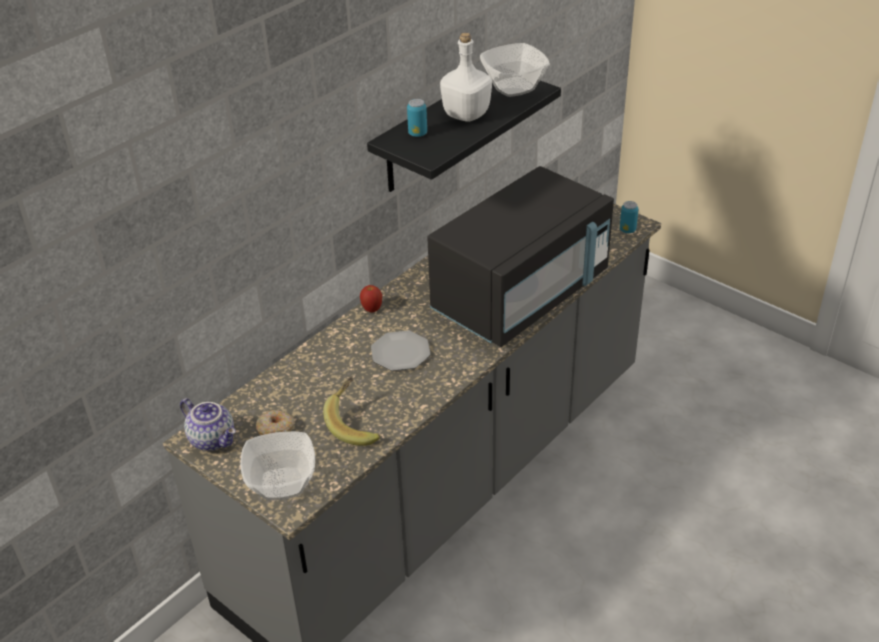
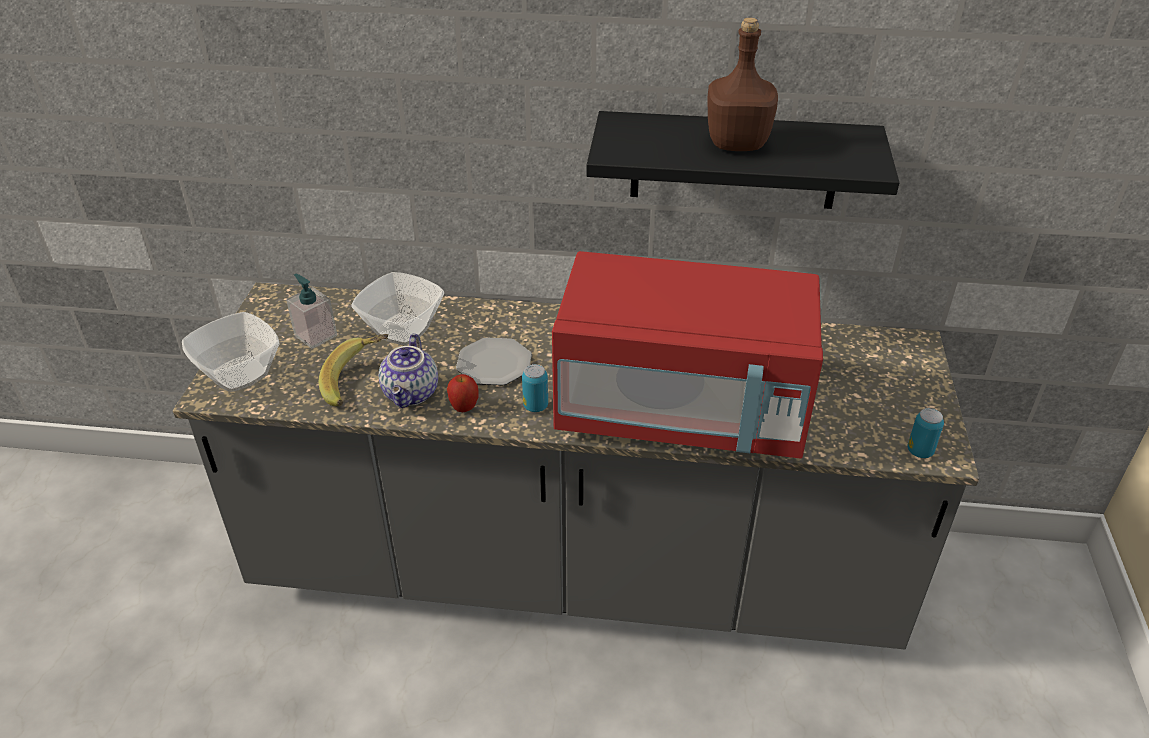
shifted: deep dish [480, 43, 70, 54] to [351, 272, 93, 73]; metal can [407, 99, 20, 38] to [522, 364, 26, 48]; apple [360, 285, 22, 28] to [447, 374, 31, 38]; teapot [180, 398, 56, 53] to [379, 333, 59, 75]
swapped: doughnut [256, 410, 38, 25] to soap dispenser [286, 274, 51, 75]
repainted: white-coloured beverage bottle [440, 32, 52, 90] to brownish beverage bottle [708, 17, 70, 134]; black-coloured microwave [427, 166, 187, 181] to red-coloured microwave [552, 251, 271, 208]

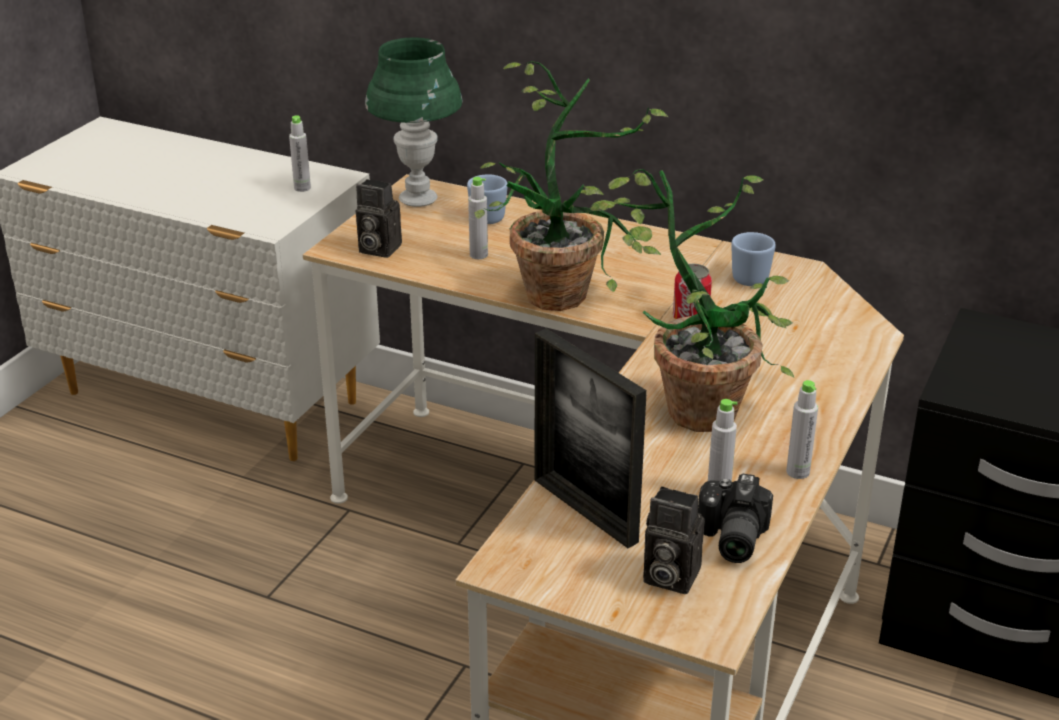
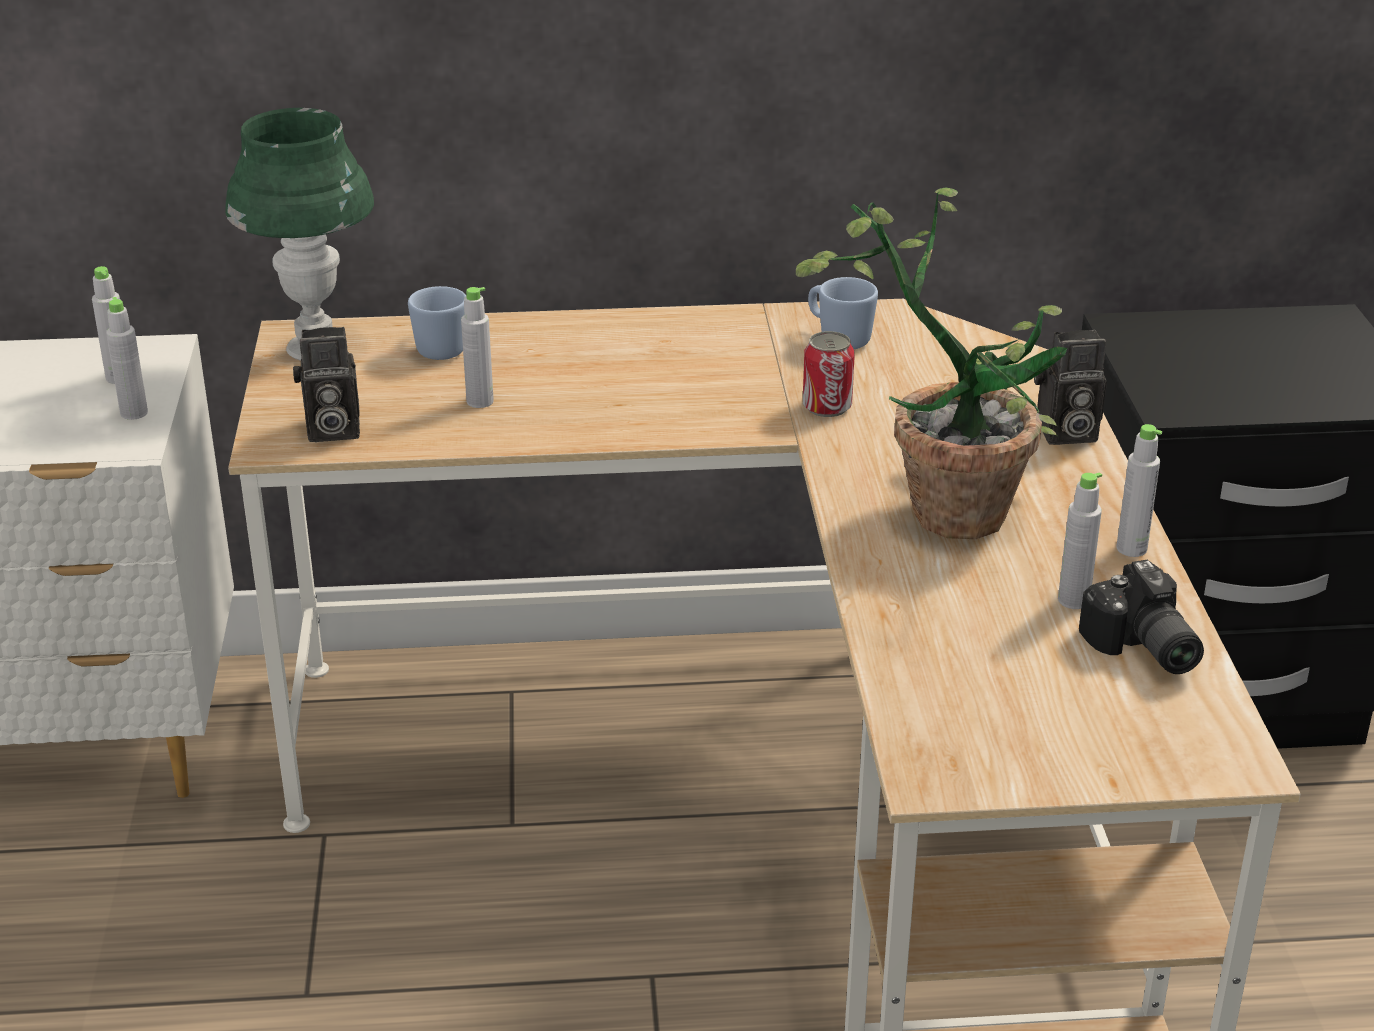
gone: potted plant [475, 61, 193, 250]; photo frame [534, 328, 113, 220]
new: greyish beverage bottle [106, 297, 42, 123]
shifted: still camera [643, 486, 62, 108] to [1034, 330, 73, 115]

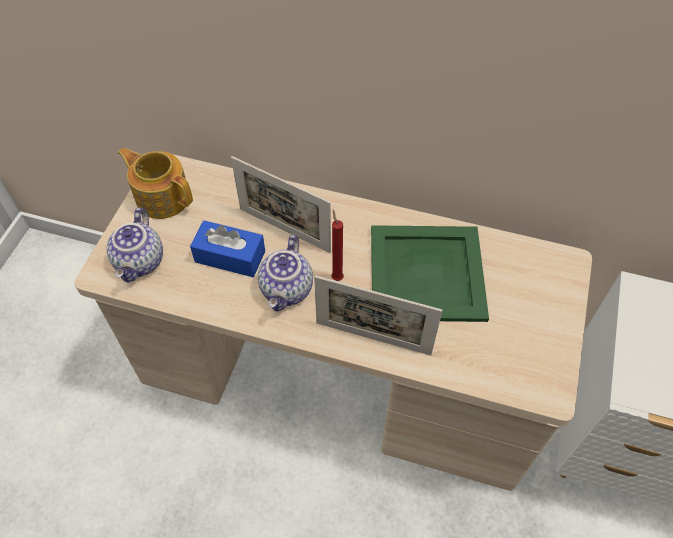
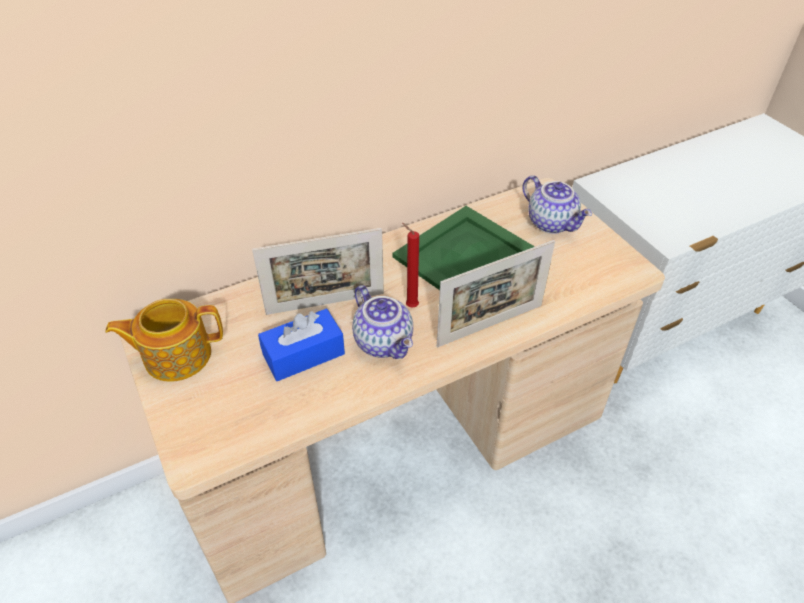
shifted: teapot [107, 207, 56, 76] to [522, 175, 70, 59]

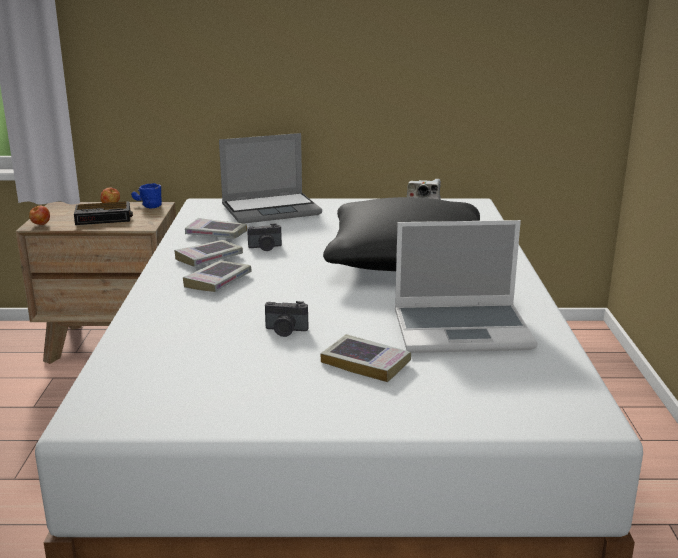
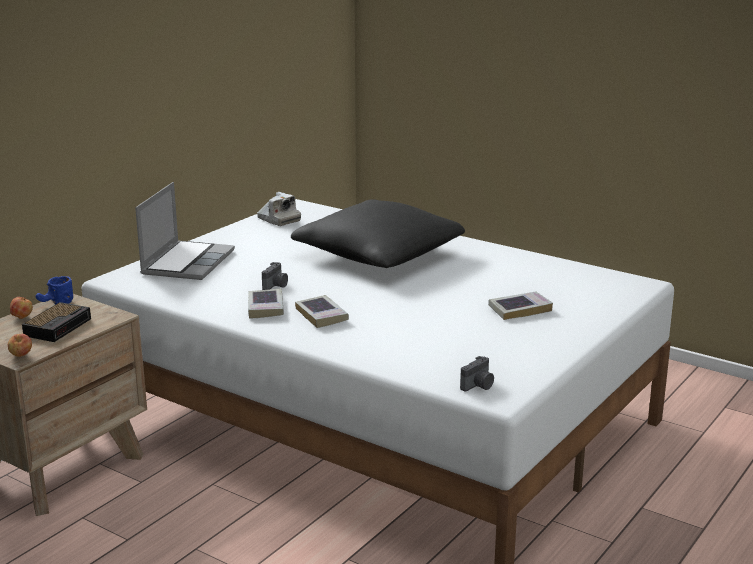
gone: bound book [185, 218, 62, 21]; portable computer [395, 220, 142, 133]
shifted: still camera [265, 301, 43, 36] to [460, 356, 34, 35]

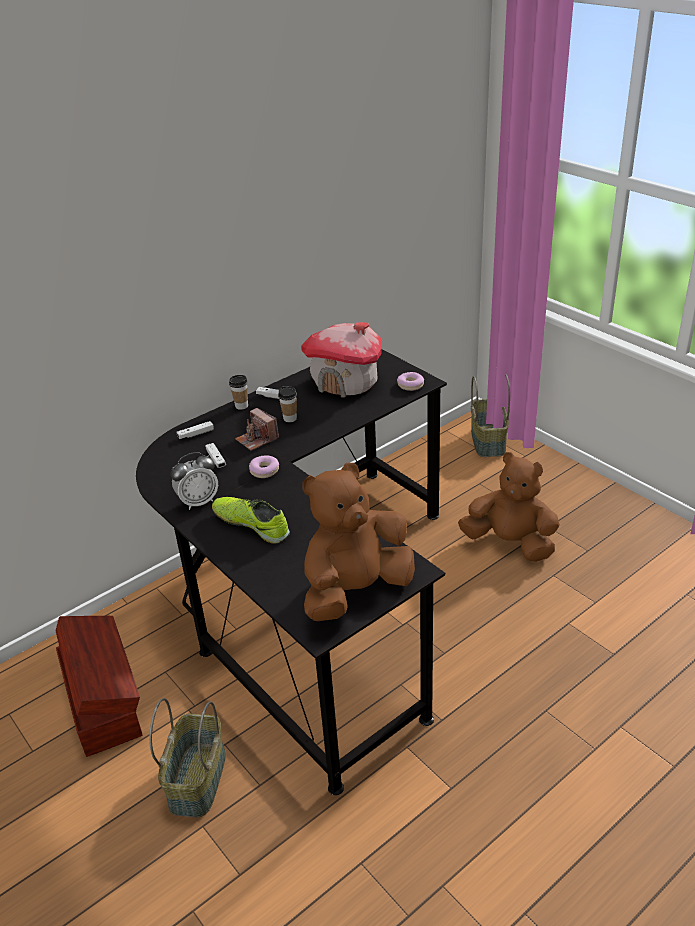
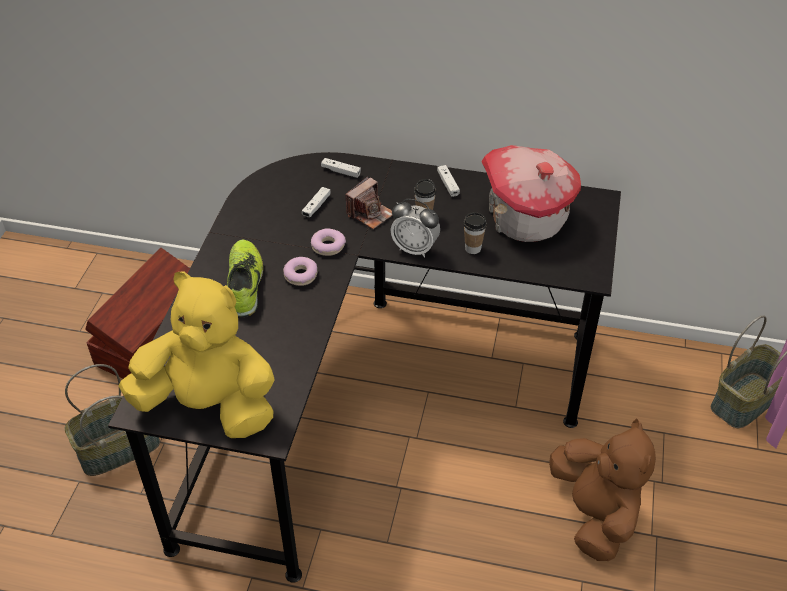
shifted: doughnut [397, 372, 27, 19] to [283, 257, 35, 29]; cup [229, 375, 19, 35] to [463, 212, 24, 42]; bedside clock [171, 452, 47, 58] to [391, 199, 49, 59]
repainted: brownish plush toy [303, 463, 112, 158] to yellowish plush toy [119, 271, 156, 167]
rotated: still camera [235, 408, 44, 43] = [345, 177, 48, 52] 150 degrees counterclockwise

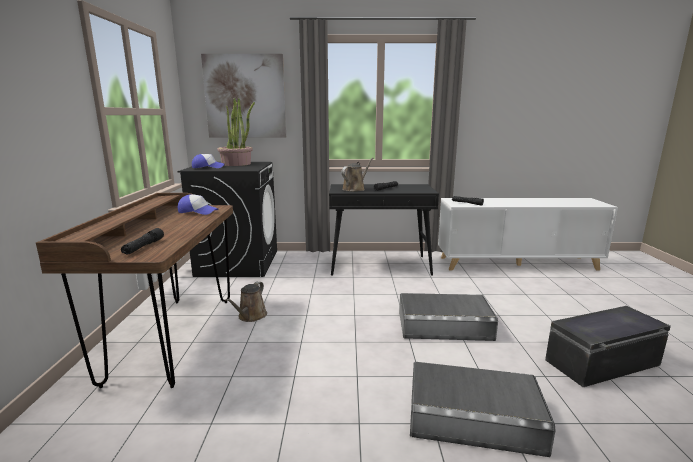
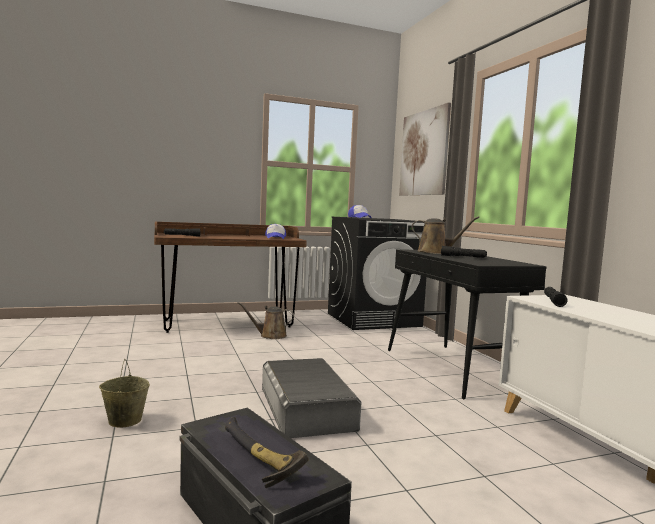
gone: potted plant [217, 98, 38, 68]
new: hammer [225, 417, 84, 71]
swapped: greyish storage box [410, 362, 146, 95] to beige water bucket [99, 359, 51, 69]

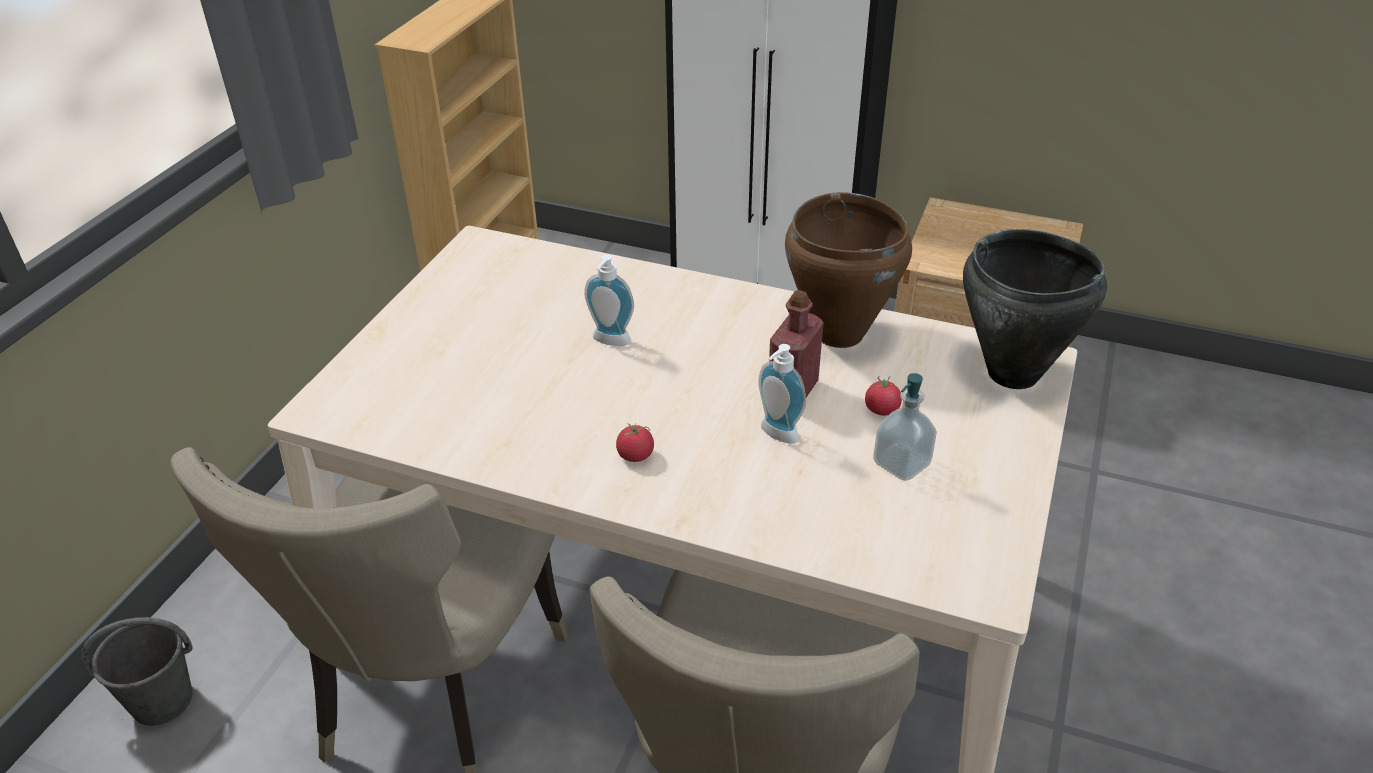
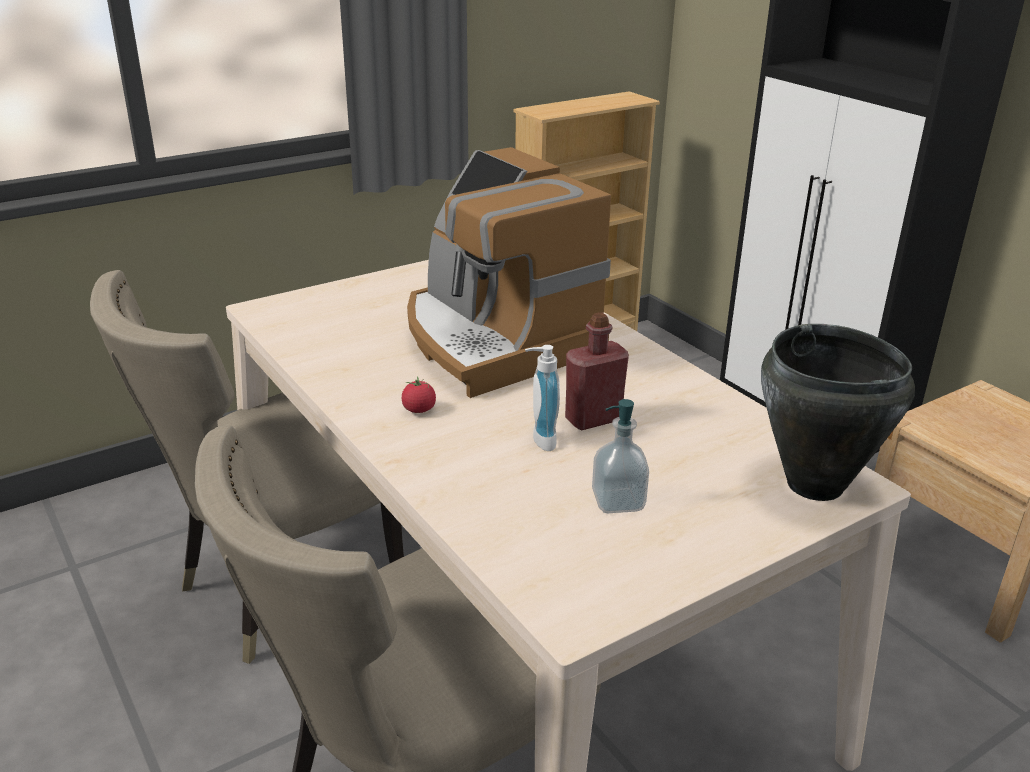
gone: brownish saucepot [785, 192, 127, 156]; whole tomato [865, 376, 37, 39]; greyish water bucket [81, 617, 112, 109]
swapped: soap dispenser [584, 255, 50, 91] to coffee brewer [407, 147, 204, 251]

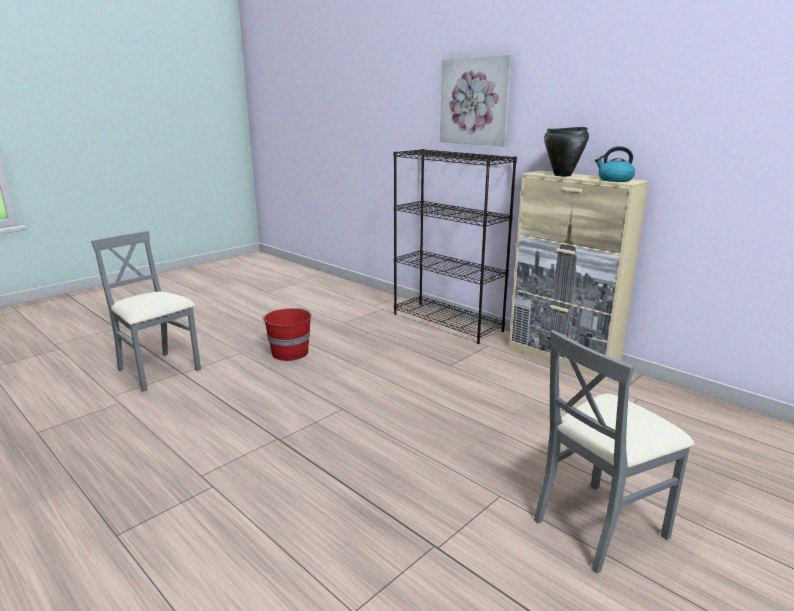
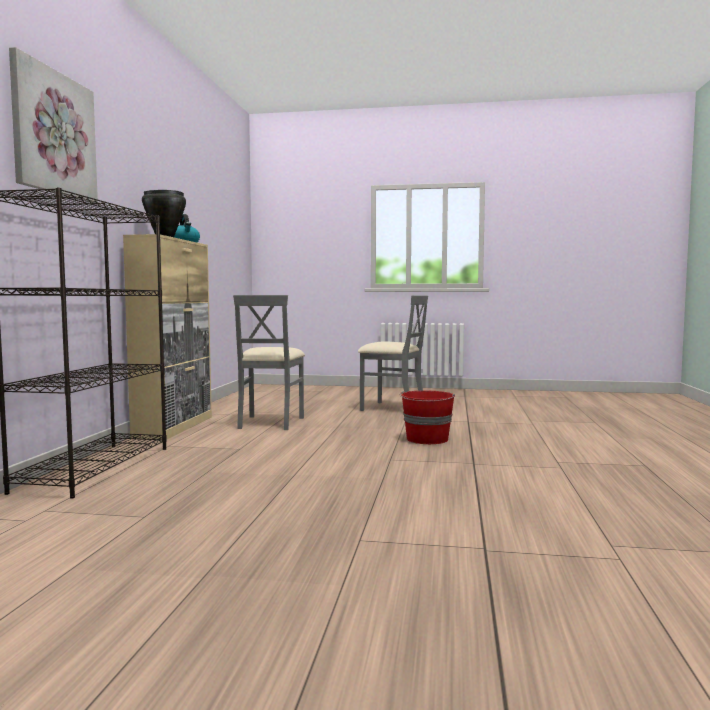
shifted: greyish chair [91, 231, 110, 161] to [233, 295, 72, 135]; red-coloured water bucket [262, 308, 49, 53] to [400, 391, 55, 53]

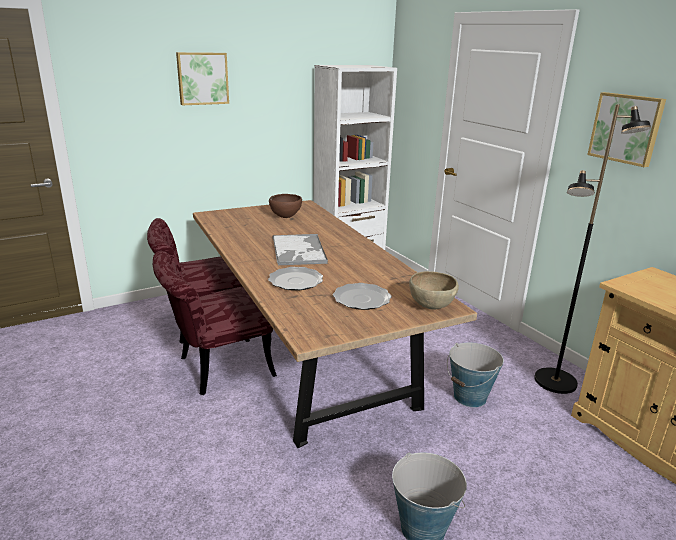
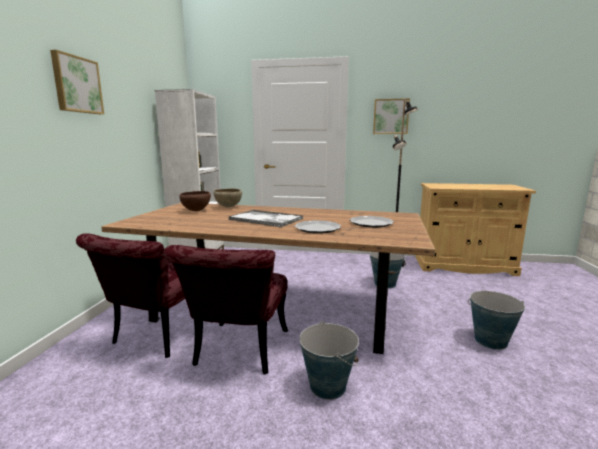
new: water bucket [299, 321, 60, 79]
shifted: brownish deep dish [409, 271, 50, 39] to [213, 188, 29, 20]

